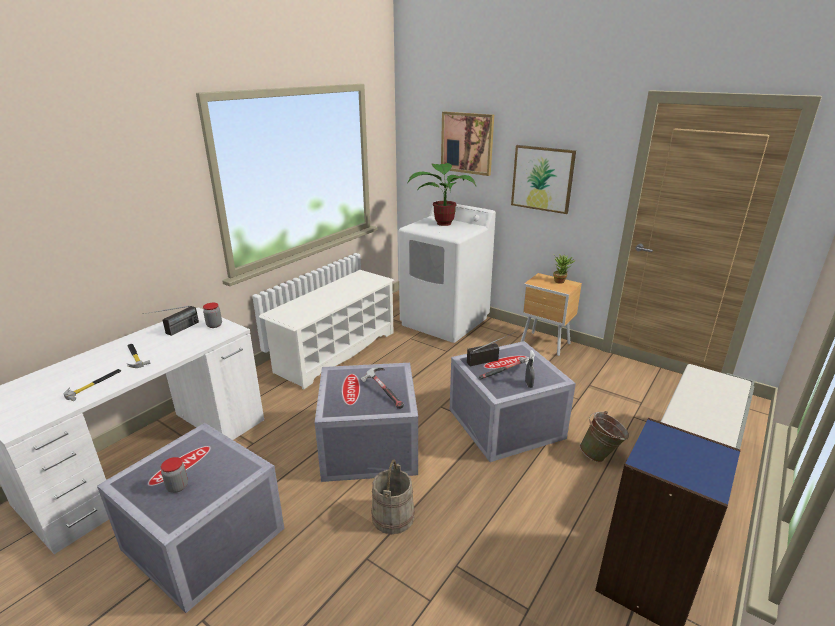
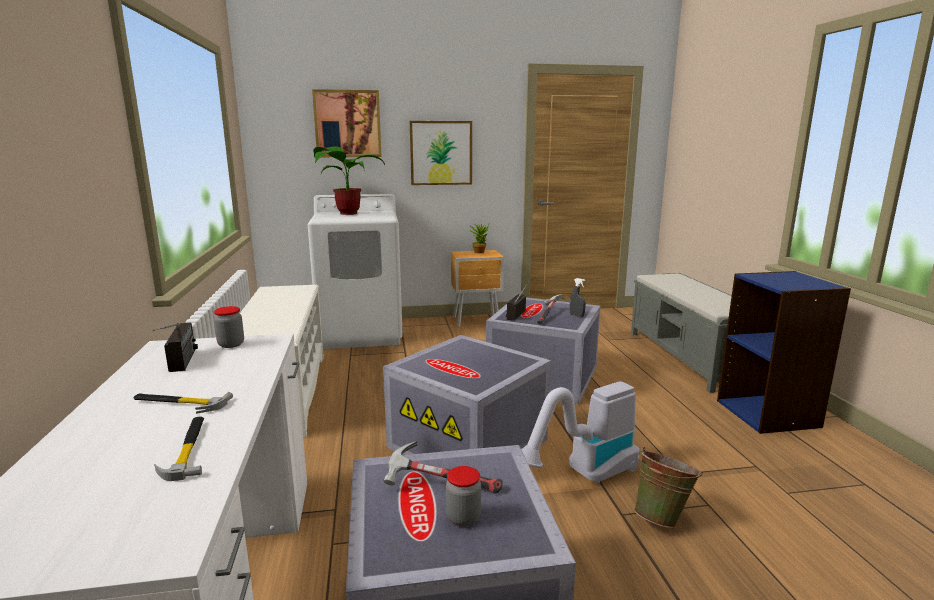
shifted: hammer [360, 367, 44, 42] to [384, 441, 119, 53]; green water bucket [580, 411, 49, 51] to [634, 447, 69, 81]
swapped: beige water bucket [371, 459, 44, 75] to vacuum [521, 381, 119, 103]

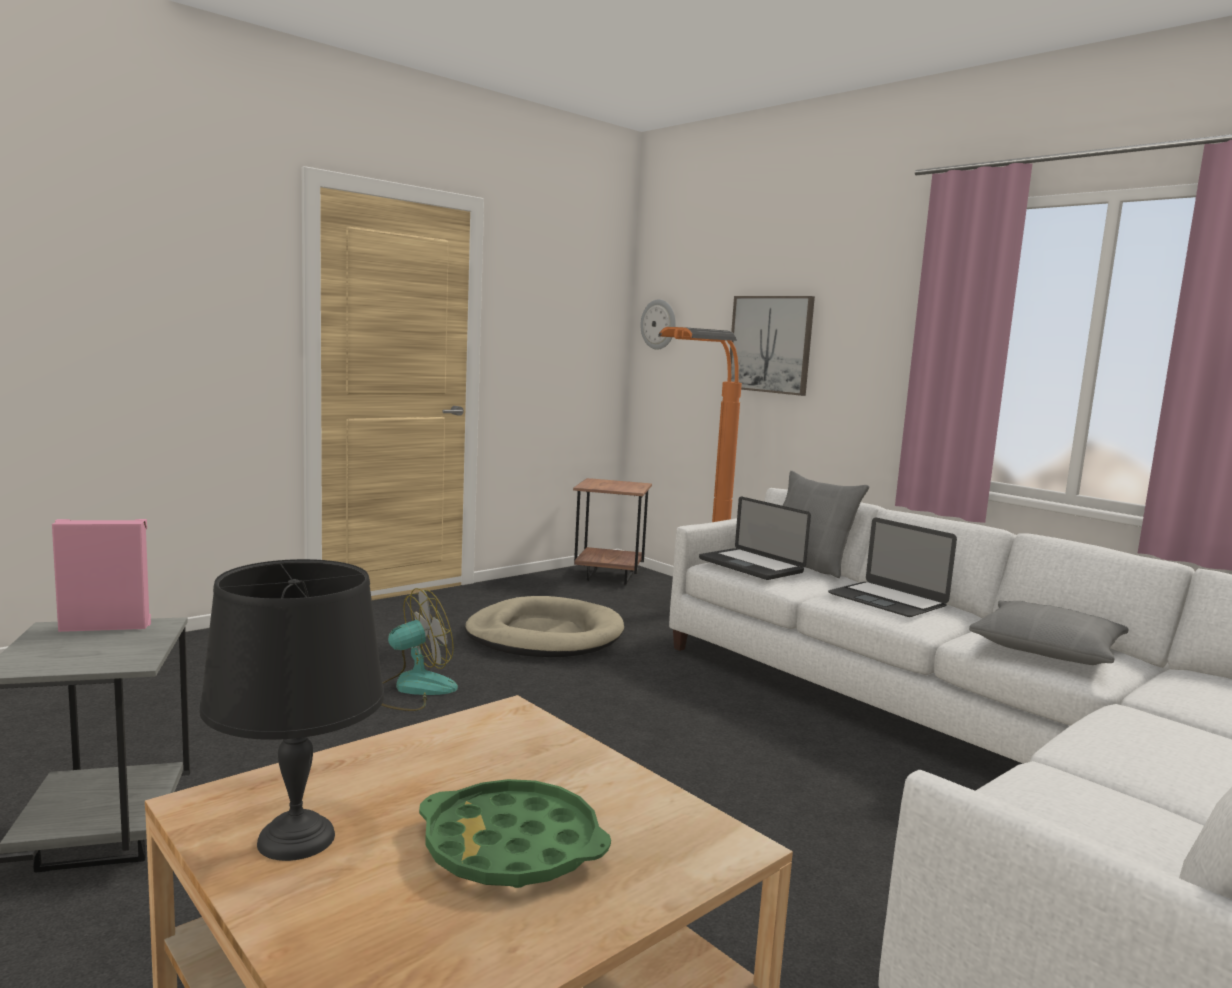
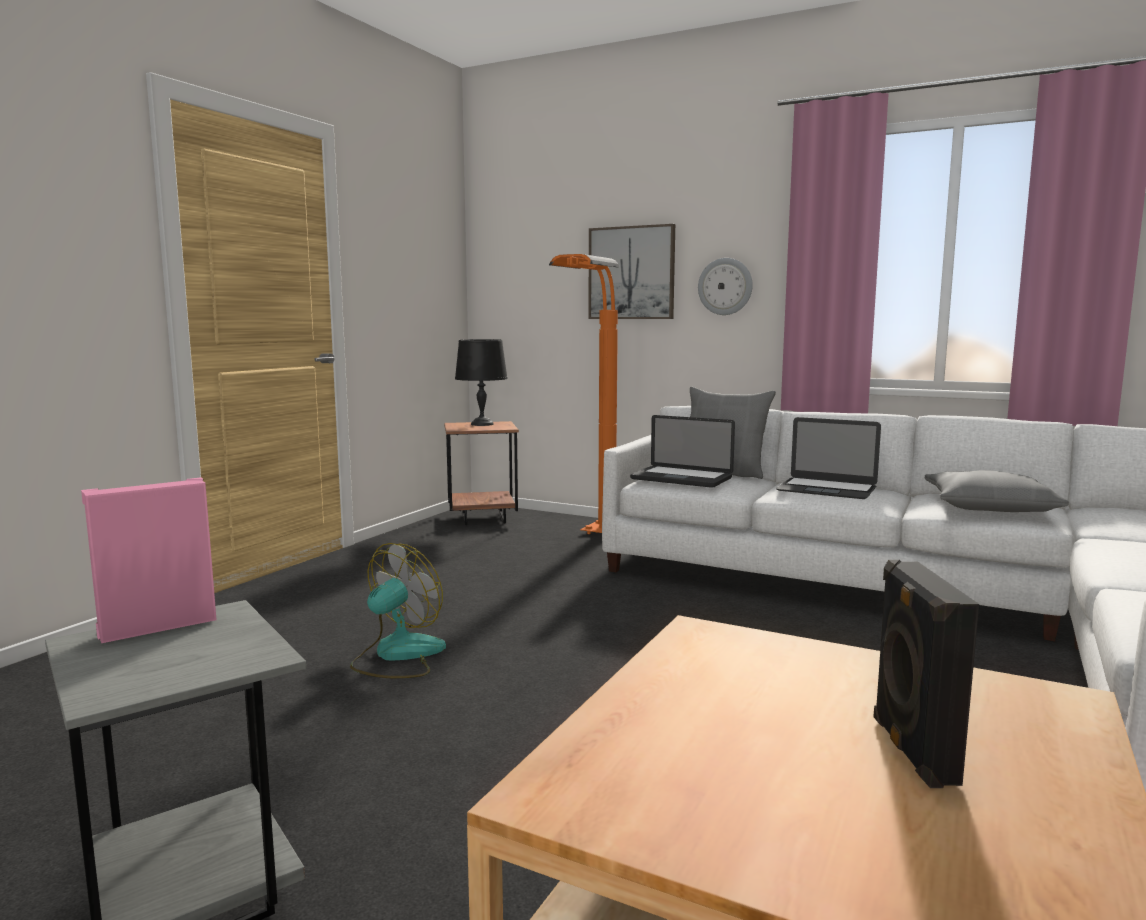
gone: beige dog cushion [465, 596, 159, 61]
shifted: wall clock [640, 299, 36, 51] to [698, 258, 55, 57]; black-coloured table lamp [199, 559, 185, 302] to [455, 339, 53, 87]
swapped: green carrying tray [419, 779, 192, 109] to black-coloured speaker [874, 560, 105, 228]

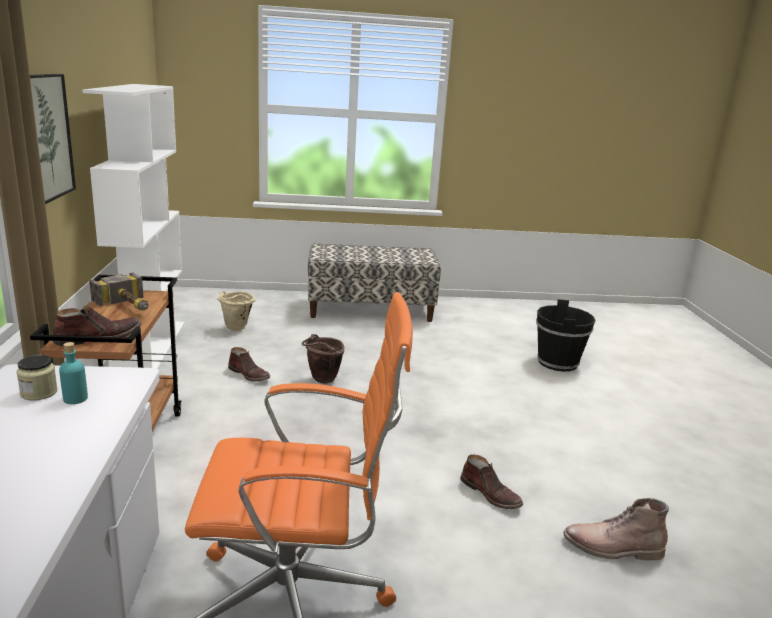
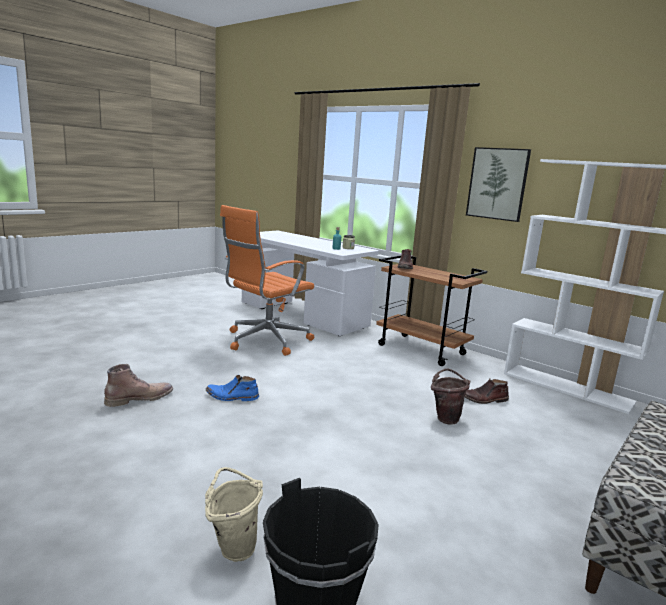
gone: hammer [89, 272, 60, 39]
shifted: beige water bucket [217, 291, 38, 40] to [205, 467, 58, 95]
repainted: brownish high-top boot [460, 455, 63, 54] to blue high-top boot [206, 375, 53, 26]

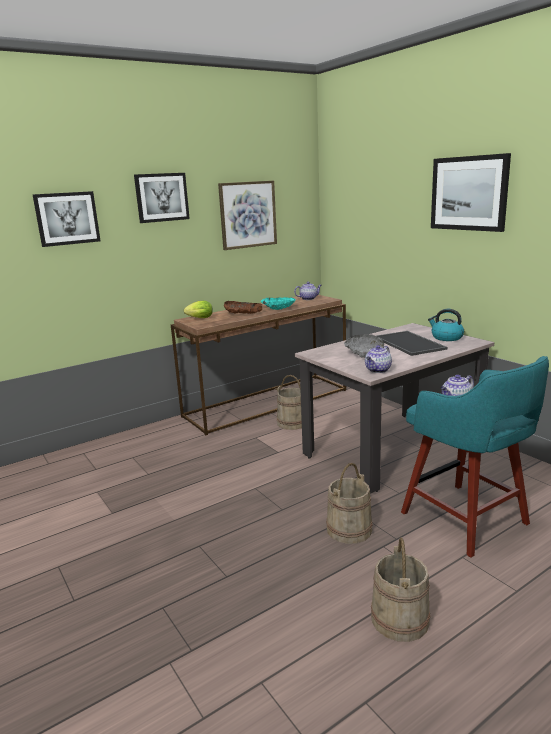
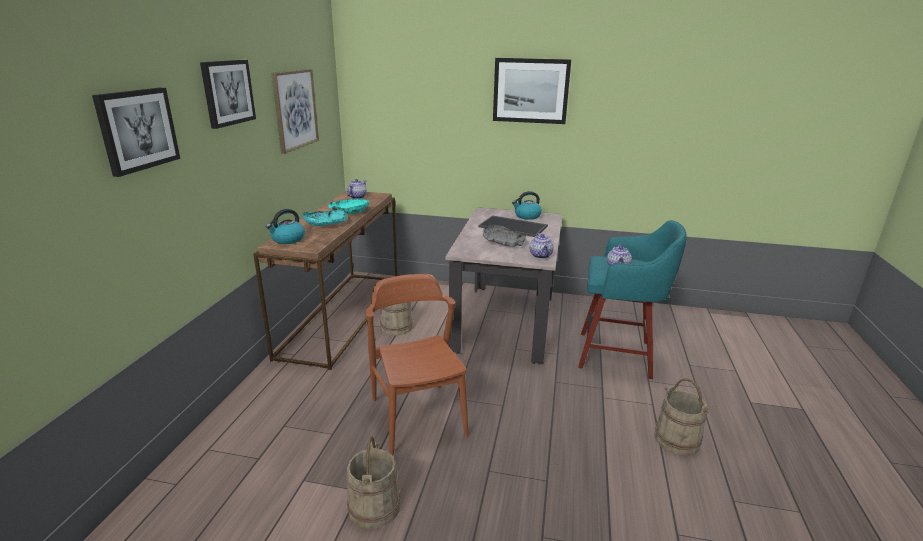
new: brownish chair [365, 274, 104, 182]
shifted: beige water bucket [326, 463, 47, 81] to [346, 436, 54, 93]
swapped: head of lettuce [184, 301, 29, 17] to kettle [266, 209, 39, 35]
repainted: brownish deep dish [224, 301, 38, 13] to turquoise-coloured deep dish [302, 210, 45, 16]

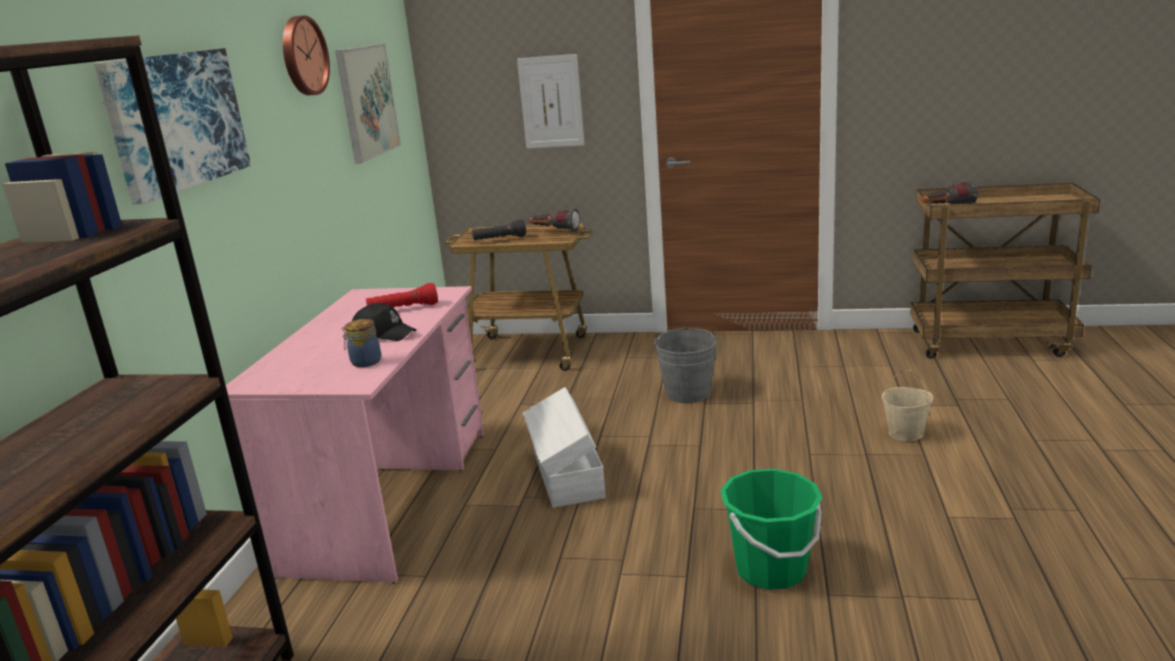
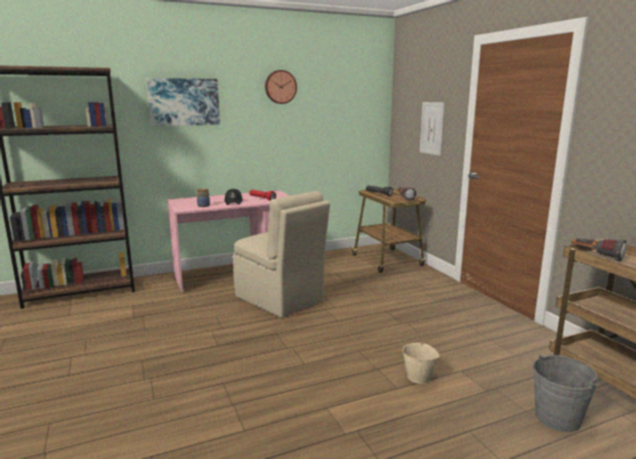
gone: wall art [335, 43, 66, 121]; green water bucket [720, 469, 102, 121]
shifted: greyish water bucket [653, 328, 65, 75] to [533, 355, 66, 77]
swapped: white-coloured storage box [523, 387, 83, 121] to beige chair [233, 191, 97, 127]

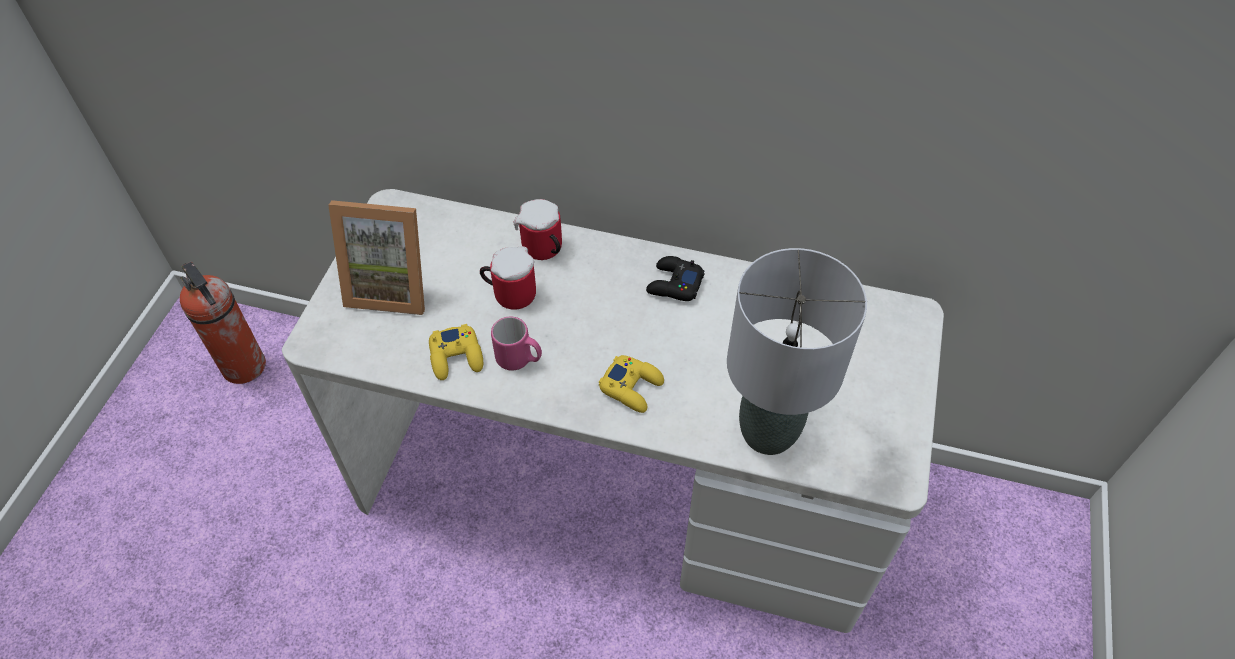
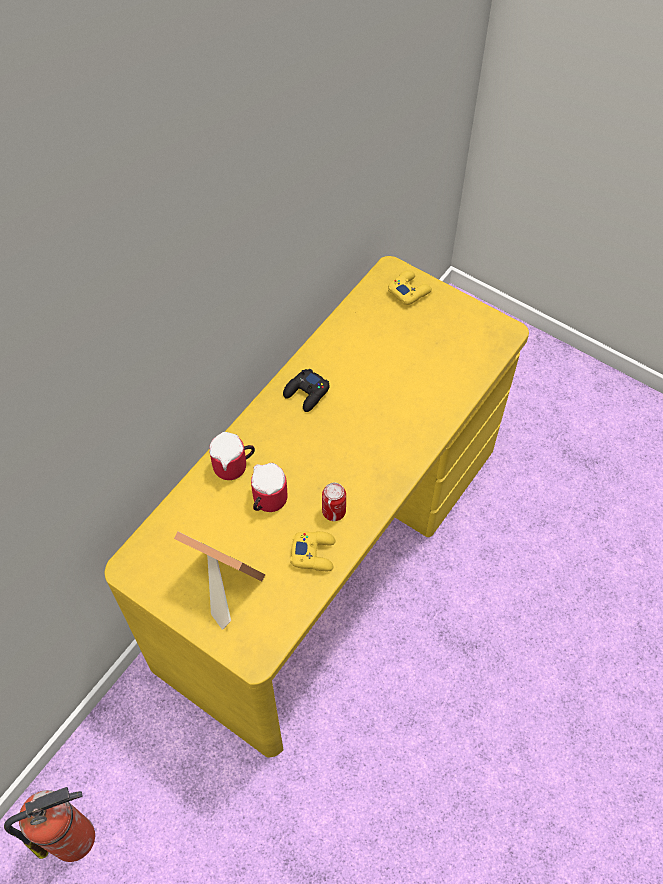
gone: greyish table lamp [727, 248, 140, 207]
shifted: yellowish gamepad [599, 355, 65, 58] to [388, 270, 44, 35]
swapped: pinkish mug [491, 317, 51, 54] to metal can [322, 483, 24, 38]
repainted: white-coloured desk unit [282, 189, 662, 444] to yellowish desk unit [105, 256, 424, 501]
rotated: photo frame [328, 200, 97, 115] = [174, 532, 91, 98] 90 degrees counterclockwise

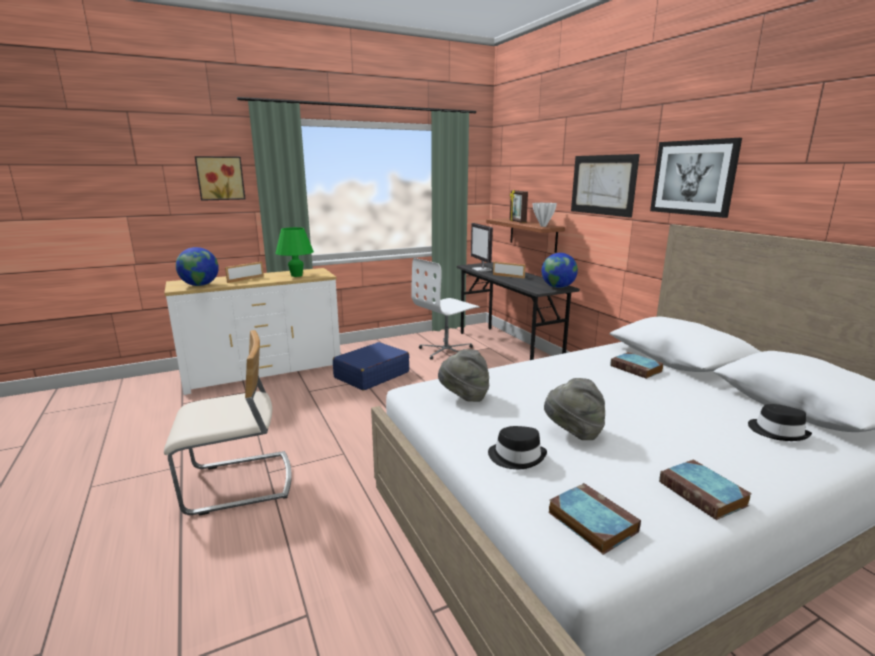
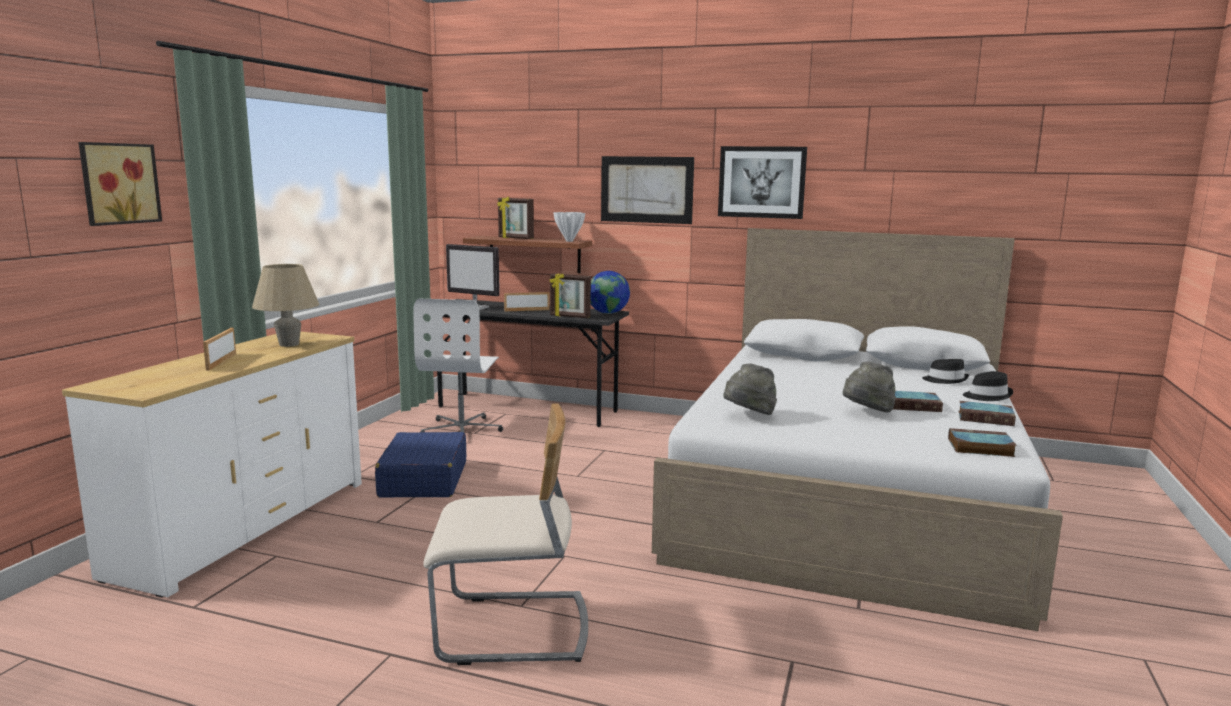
gone: world globe [176, 247, 43, 39]
new: photo frame [550, 273, 41, 45]
shifted: bound book [610, 352, 54, 27] to [893, 391, 50, 21]; black-coloured wearable hat [488, 426, 59, 43] to [963, 371, 50, 30]
repainted: green table lamp [275, 227, 39, 50] to beige table lamp [252, 264, 68, 83]
rotated: beige chair [164, 330, 128, 186] = [423, 403, 165, 262] 60 degrees clockwise

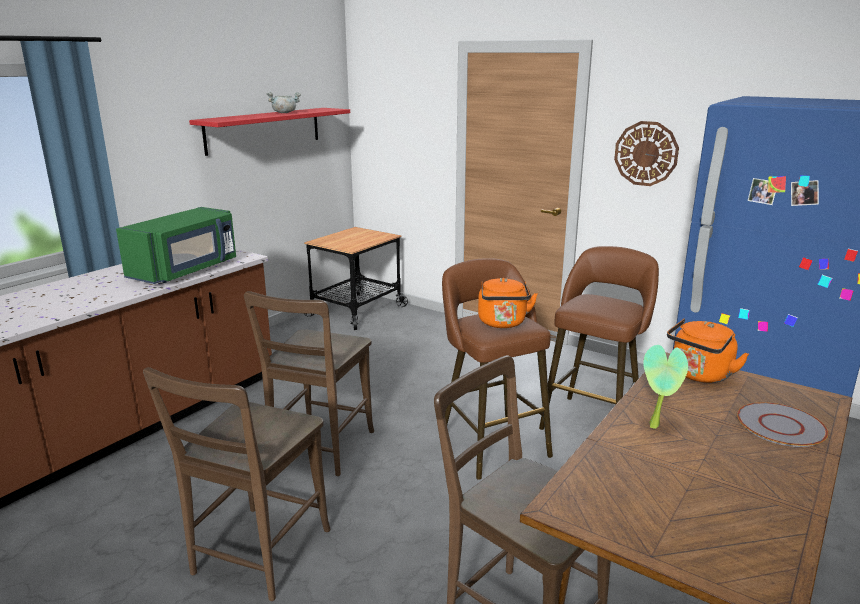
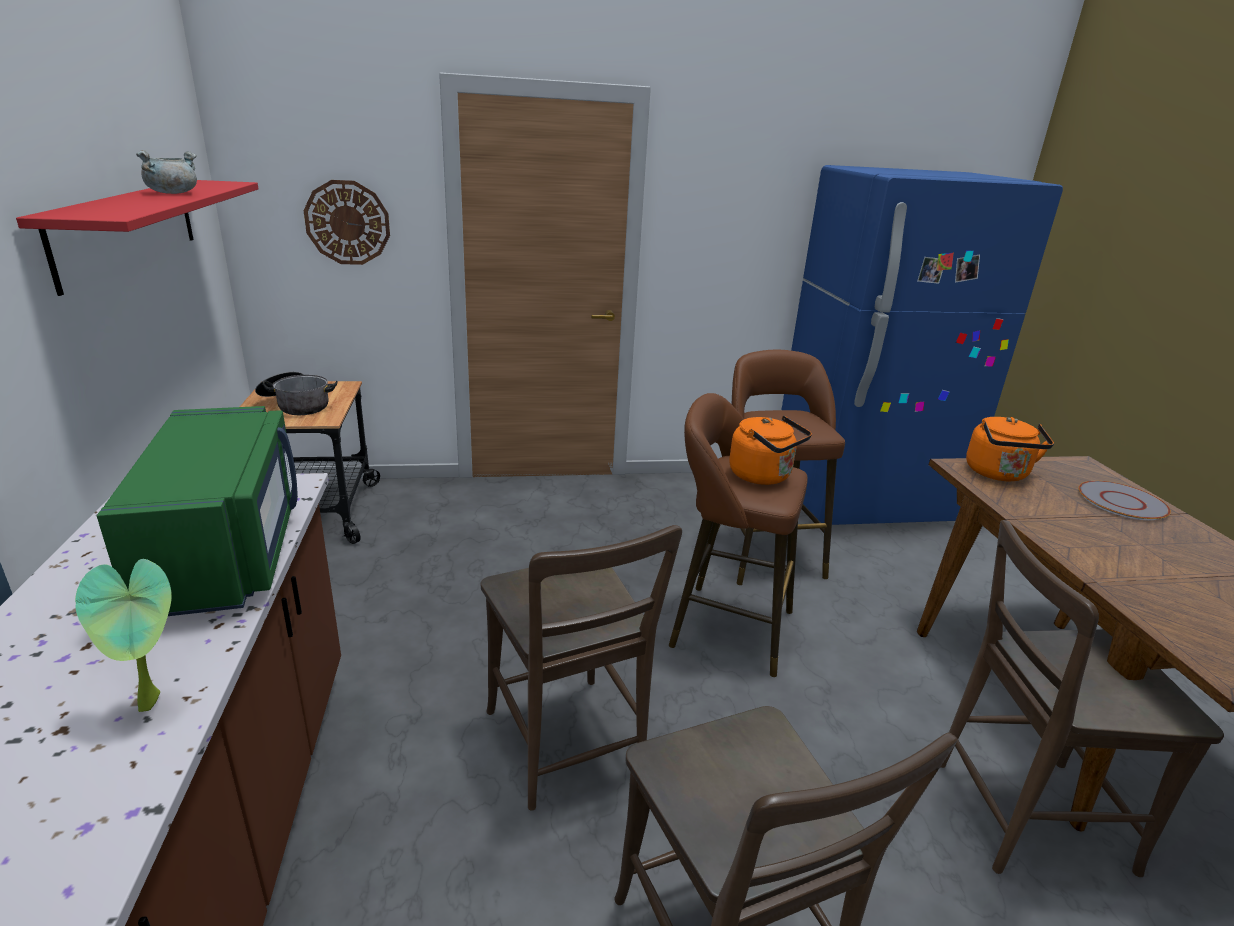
new: saucepot [255, 372, 83, 43]
shifted: wall clock [614, 121, 65, 65] to [304, 180, 86, 85]; potted plant [643, 345, 45, 84] to [75, 559, 97, 153]

